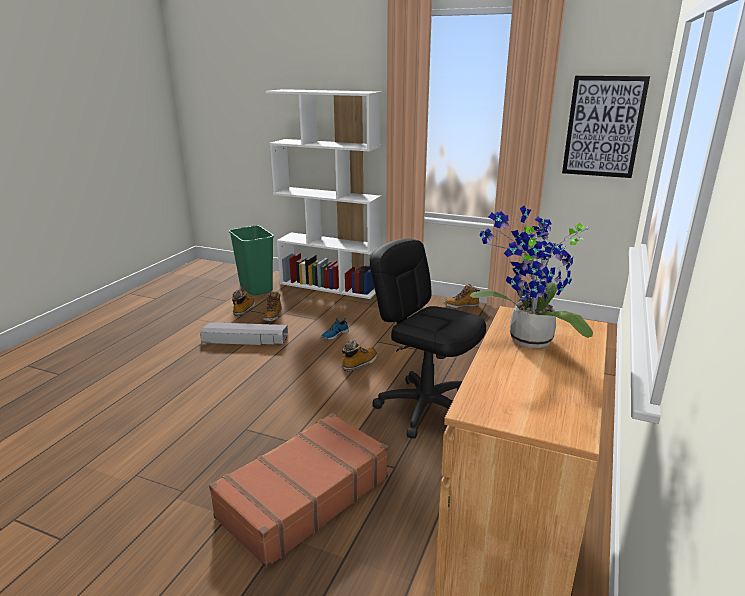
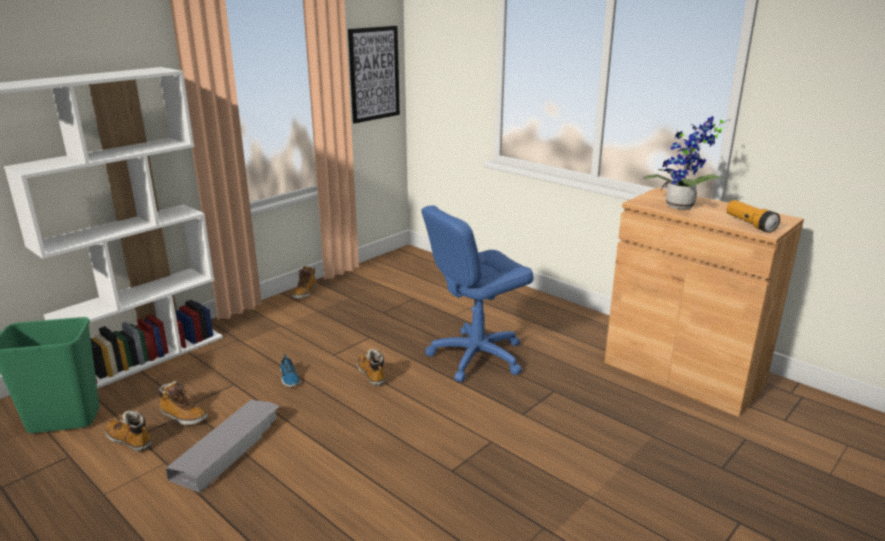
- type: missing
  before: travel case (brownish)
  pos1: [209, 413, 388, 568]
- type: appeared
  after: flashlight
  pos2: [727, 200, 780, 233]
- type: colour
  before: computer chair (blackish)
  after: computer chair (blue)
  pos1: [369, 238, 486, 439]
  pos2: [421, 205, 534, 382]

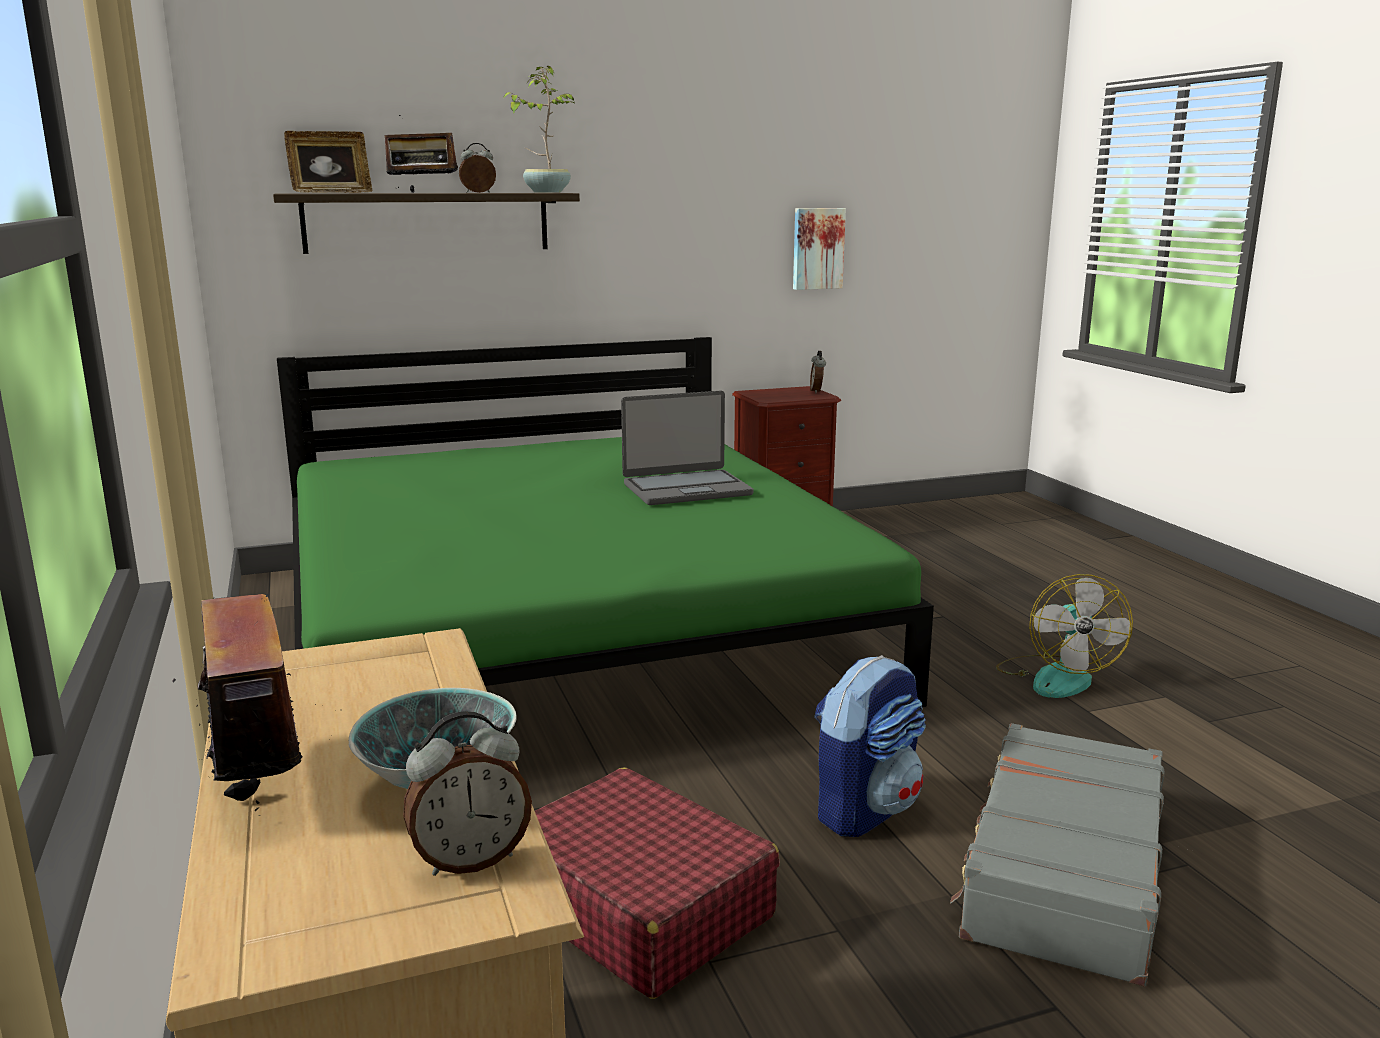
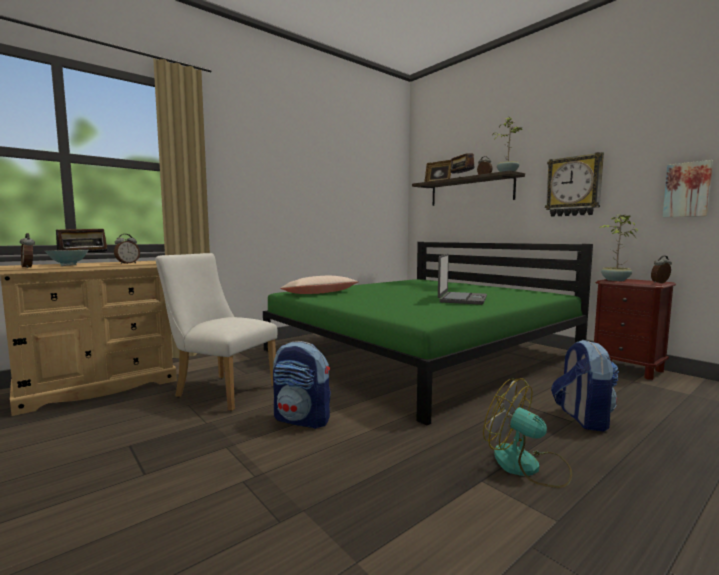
- type: missing
  before: travel case (greyish)
  pos1: [950, 723, 1164, 987]
- type: appeared
  after: table clock
  pos2: [114, 234, 140, 264]
- type: appeared
  after: throw pillow (beige)
  pos2: [280, 276, 359, 294]
- type: appeared
  after: clock on the wall
  pos2: [545, 152, 604, 217]
- type: appeared
  after: backpack
  pos2: [551, 339, 619, 431]
- type: appeared
  after: potted plant
  pos2: [599, 214, 638, 281]
- type: exchanged
  before: travel case (red)
  after: upright chair (white)
  pos1: [535, 767, 780, 999]
  pos2: [155, 253, 277, 411]
- type: spun
  before: portable computer
  pos1: [621, 391, 754, 505]
  pos2: [438, 254, 487, 305]
  turn: -120
- type: spun
  before: electric fan
  pos1: [996, 574, 1133, 698]
  pos2: [483, 378, 572, 488]
  turn: 60

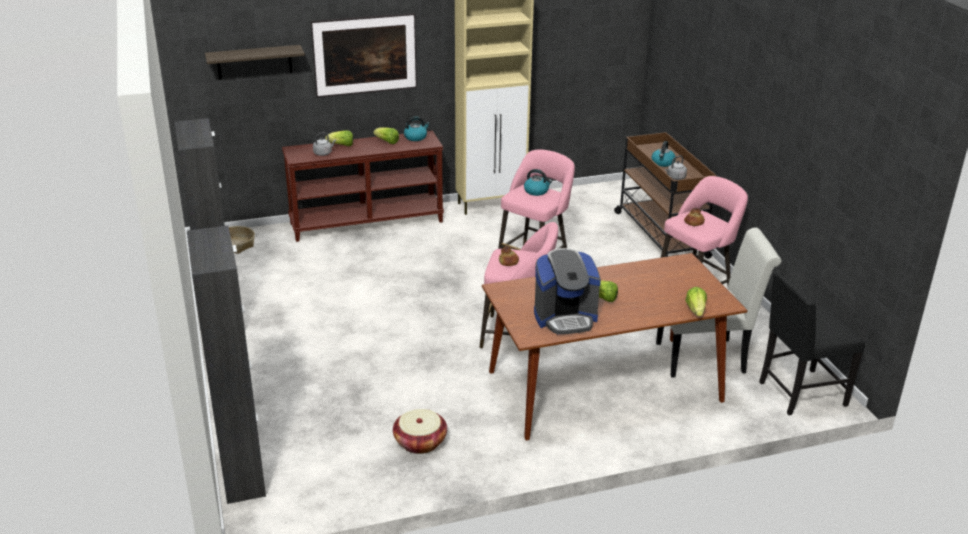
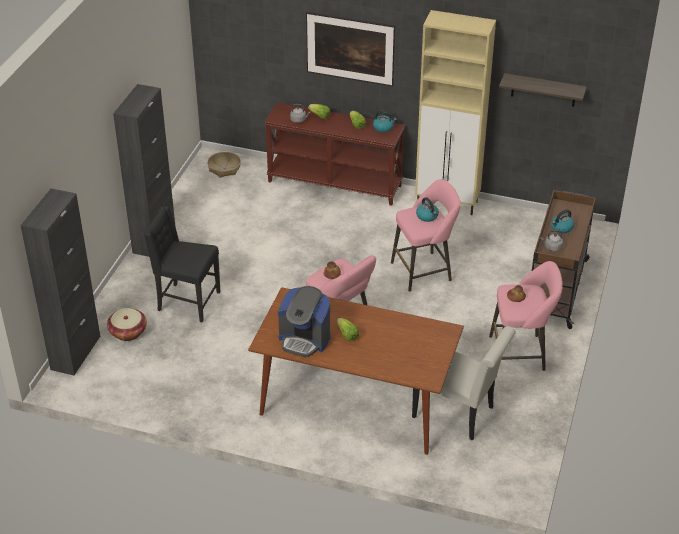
- type: missing
  before: lettuce
  pos1: [685, 287, 707, 316]
- type: relocated
  before: bracket shelf
  pos1: [205, 45, 305, 80]
  pos2: [499, 73, 587, 107]
- type: relocated
  before: household basket
  pos1: [393, 409, 447, 454]
  pos2: [107, 308, 147, 341]
- type: relocated
  before: upright chair (blackish)
  pos1: [759, 271, 865, 415]
  pos2: [144, 206, 220, 323]

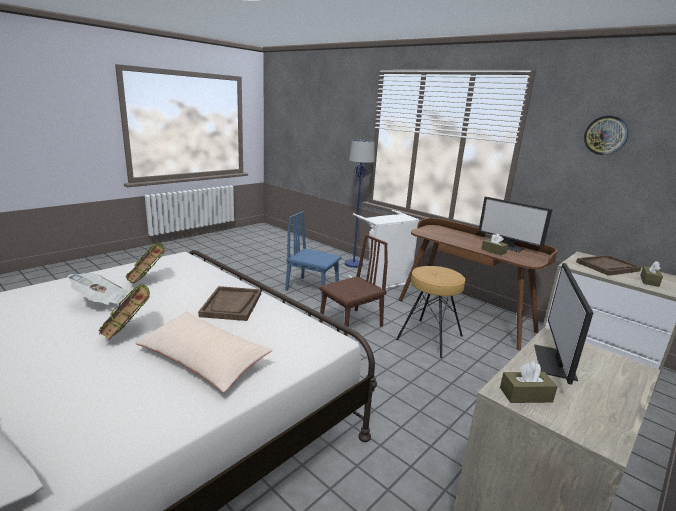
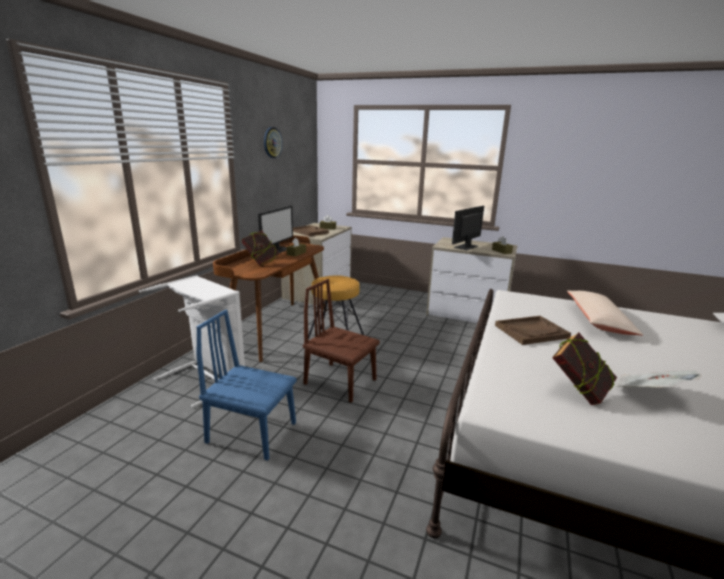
- type: missing
  before: standard lamp (blue)
  pos1: [345, 140, 375, 268]
- type: relocated
  before: book
  pos1: [99, 284, 150, 340]
  pos2: [242, 230, 280, 266]
- type: spun
  before: upright chair (blue)
  pos1: [285, 211, 342, 293]
  pos2: [196, 309, 297, 461]
  turn: 105
- type: spun
  before: monitor
  pos1: [534, 263, 593, 385]
  pos2: [452, 206, 484, 250]
  turn: 135

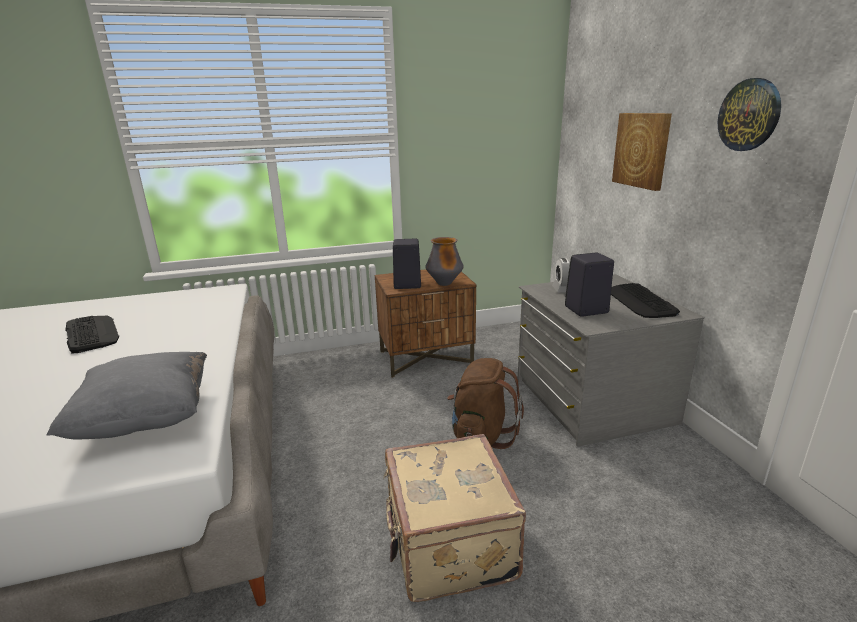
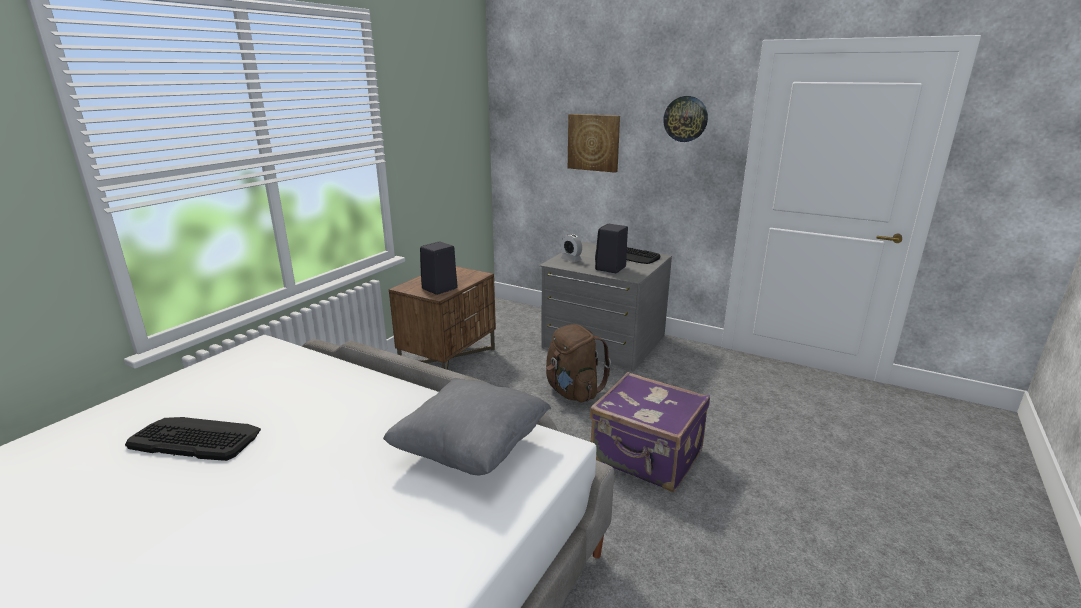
- type: missing
  before: vase
  pos1: [425, 237, 464, 286]
- type: colour
  before: travel case (beige)
  after: travel case (purple)
  pos1: [383, 434, 526, 602]
  pos2: [590, 372, 710, 492]

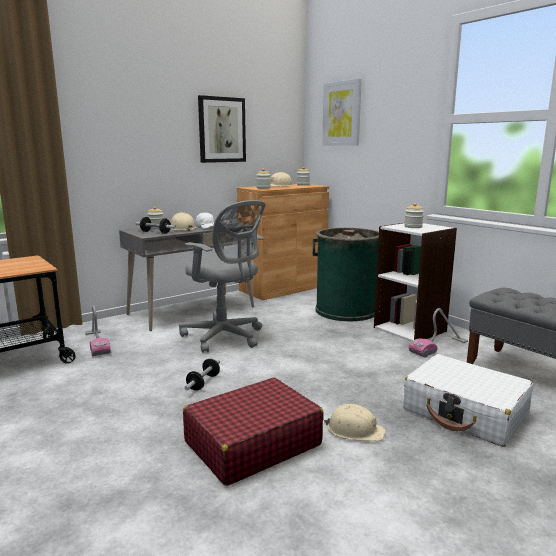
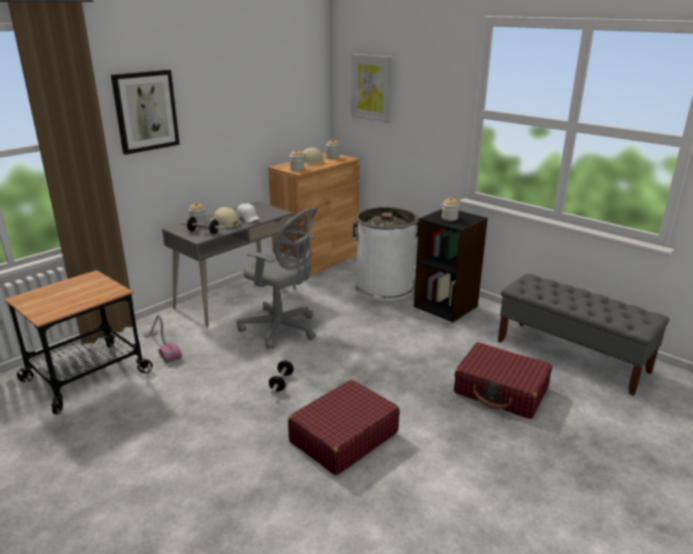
- type: missing
  before: hard hat (beige)
  pos1: [324, 404, 386, 441]
- type: missing
  before: vacuum
  pos1: [409, 308, 468, 358]
- type: relocated
  before: wall picture
  pos1: [198, 95, 246, 163]
  pos2: [111, 70, 180, 155]
- type: colour
  before: trash can (green-coloured)
  after: trash can (white)
  pos1: [313, 228, 379, 321]
  pos2: [352, 207, 419, 301]
- type: colour
  before: bookcase (white)
  after: bookcase (blackish)
  pos1: [374, 223, 457, 342]
  pos2: [414, 209, 488, 322]
- type: colour
  before: travel case (white)
  after: travel case (red)
  pos1: [403, 354, 533, 447]
  pos2: [454, 342, 552, 419]

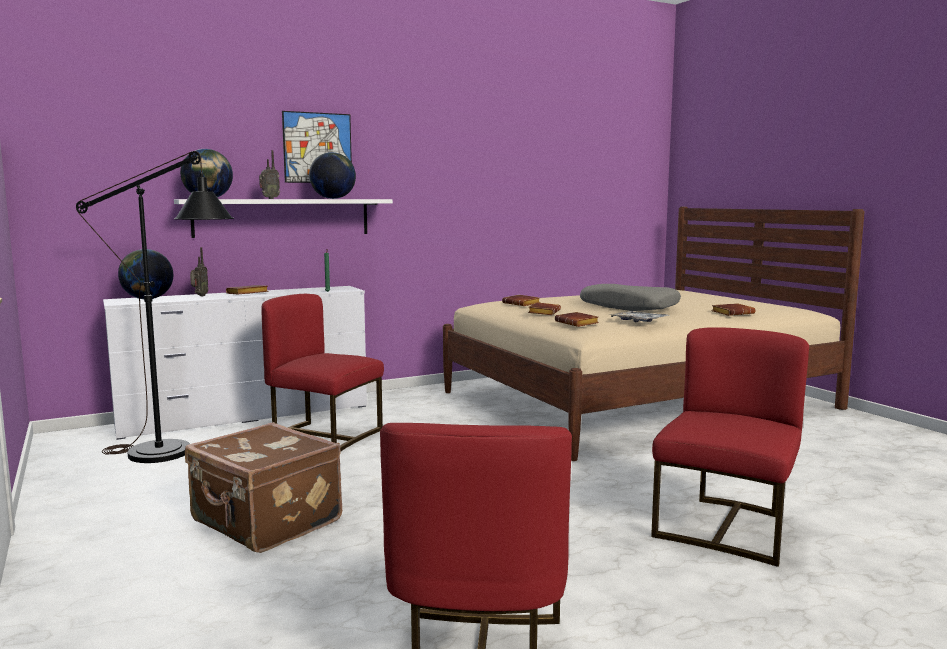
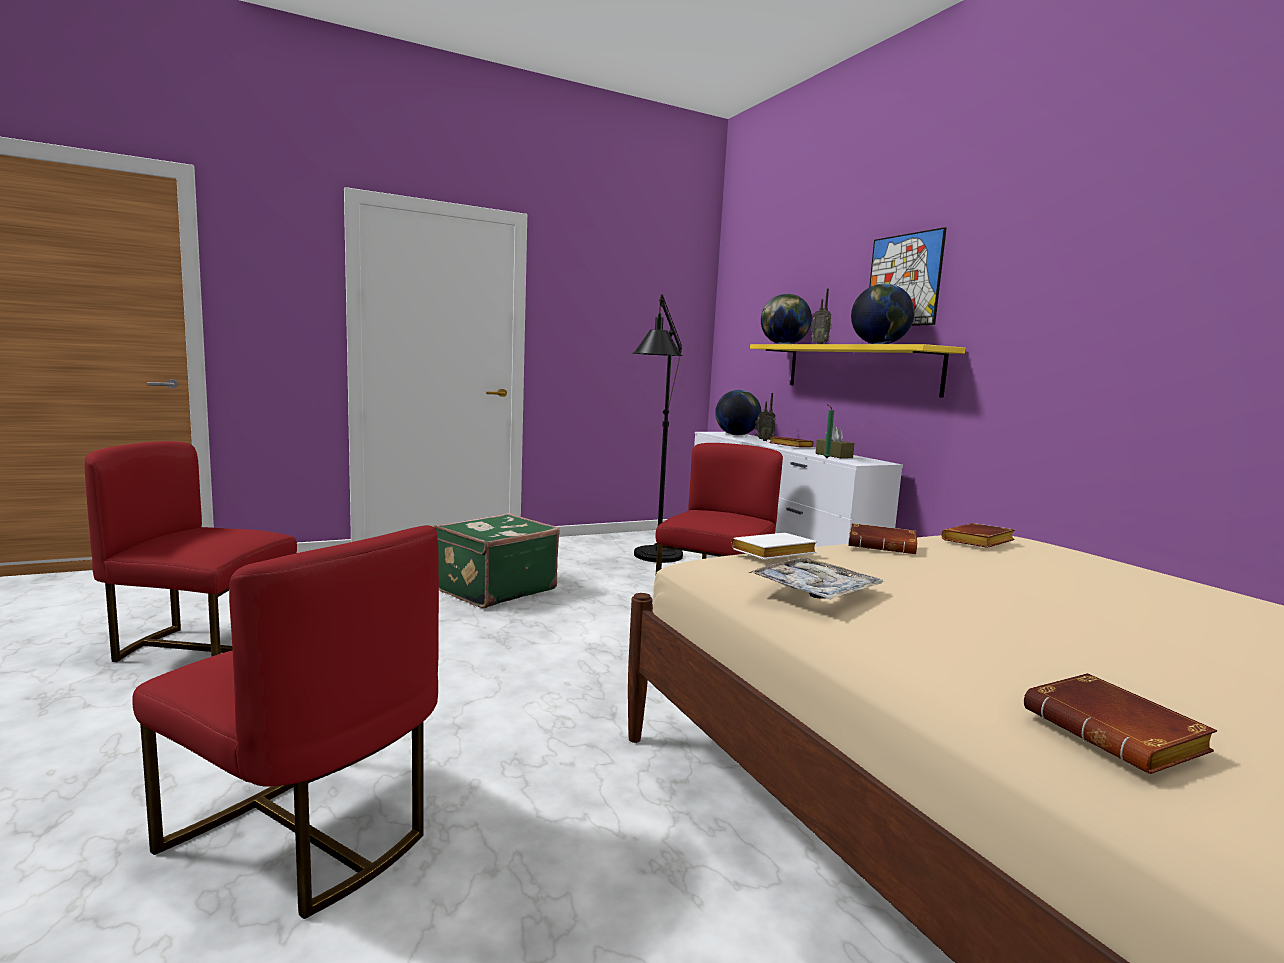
- type: missing
  before: throw pillow (greyish)
  pos1: [580, 284, 681, 311]
- type: appeared
  after: box of tissues (brownish)
  pos2: [815, 427, 855, 458]
- type: colour
  before: bracket shelf (white)
  after: bracket shelf (yellowish)
  pos1: [174, 199, 393, 238]
  pos2: [750, 344, 965, 398]
- type: colour
  before: travel case (brownish)
  after: travel case (green-coloured)
  pos1: [185, 422, 342, 553]
  pos2: [433, 513, 560, 608]
- type: colour
  before: book (brownish)
  after: book (white)
  pos1: [555, 312, 599, 327]
  pos2: [732, 533, 817, 559]

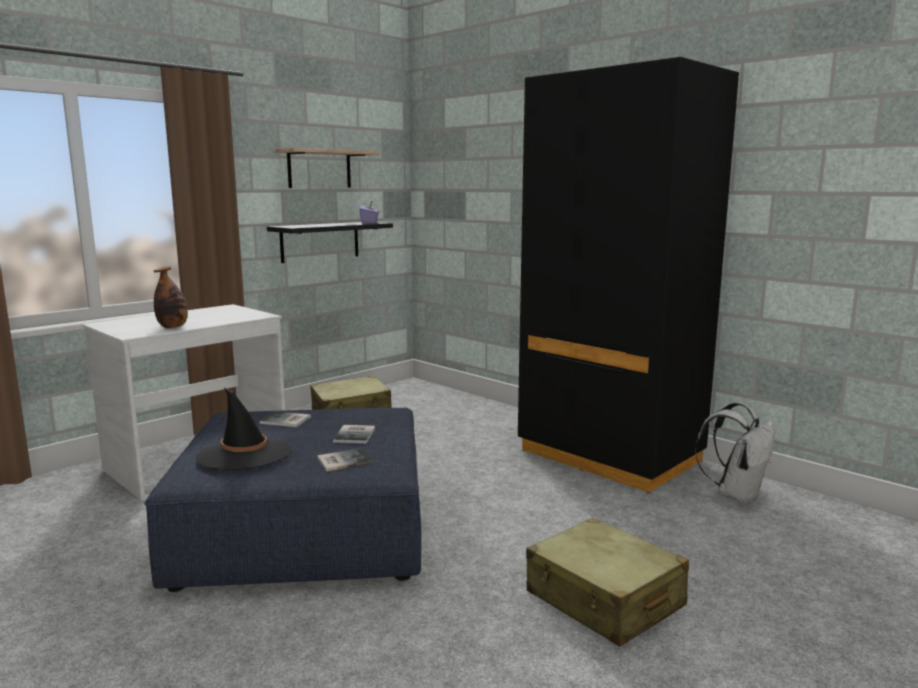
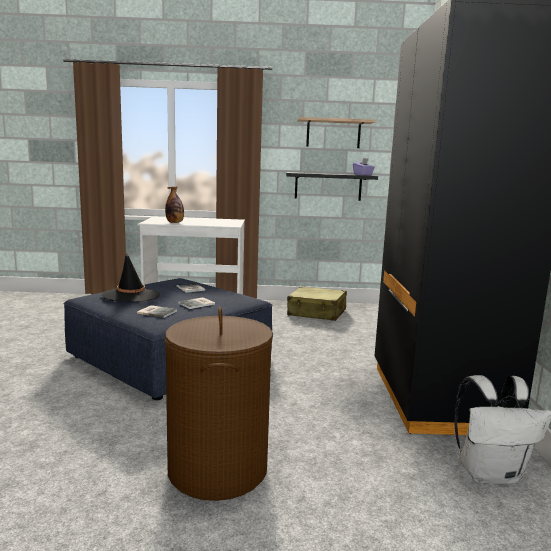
- type: exchanged
  before: travel case (beige)
  after: hamper (brownish)
  pos1: [526, 518, 689, 647]
  pos2: [165, 306, 273, 501]

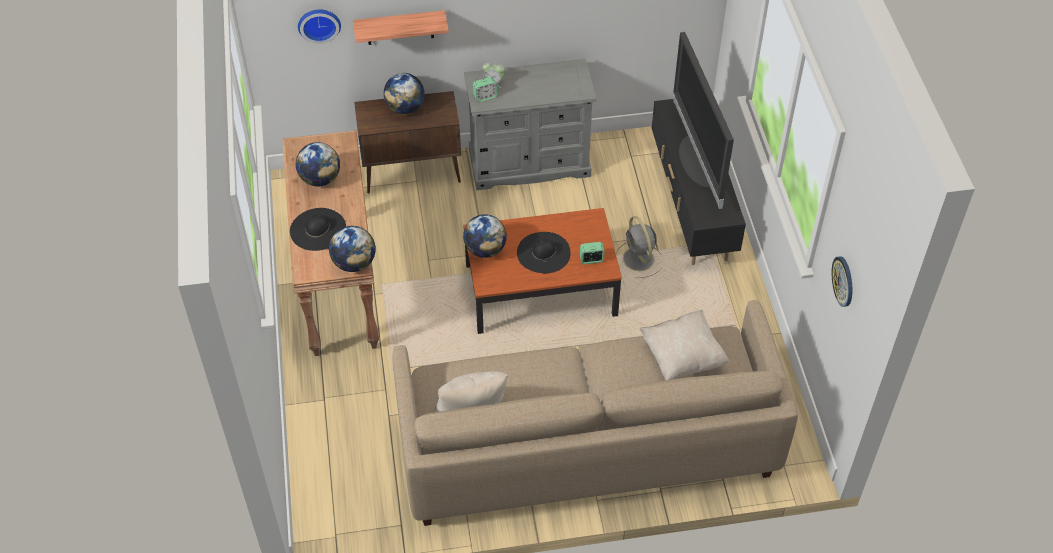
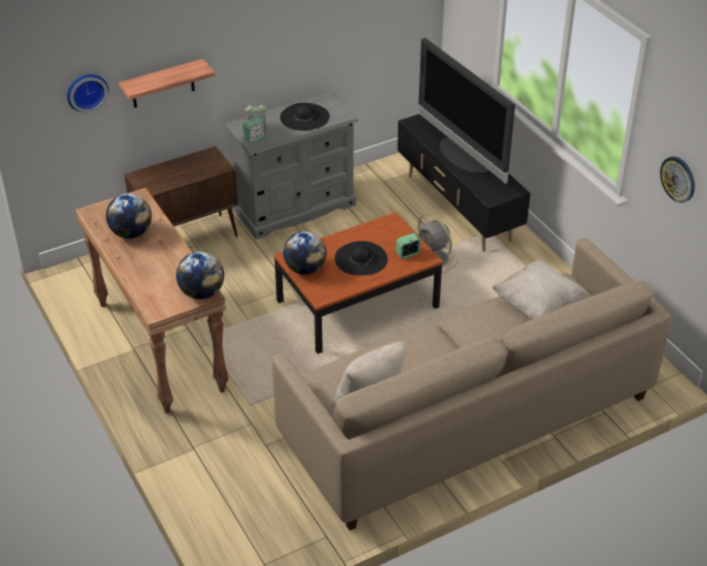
- type: missing
  before: desk globe
  pos1: [383, 73, 425, 114]
- type: relocated
  before: clothing hat (blackish)
  pos1: [290, 208, 346, 251]
  pos2: [280, 103, 330, 131]

